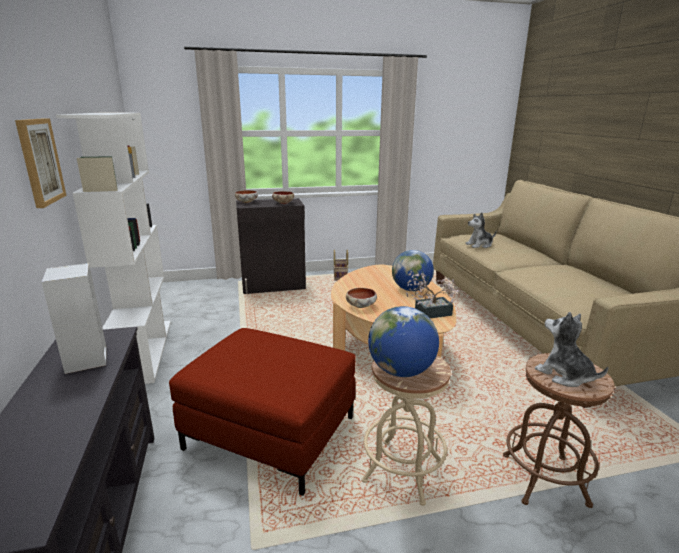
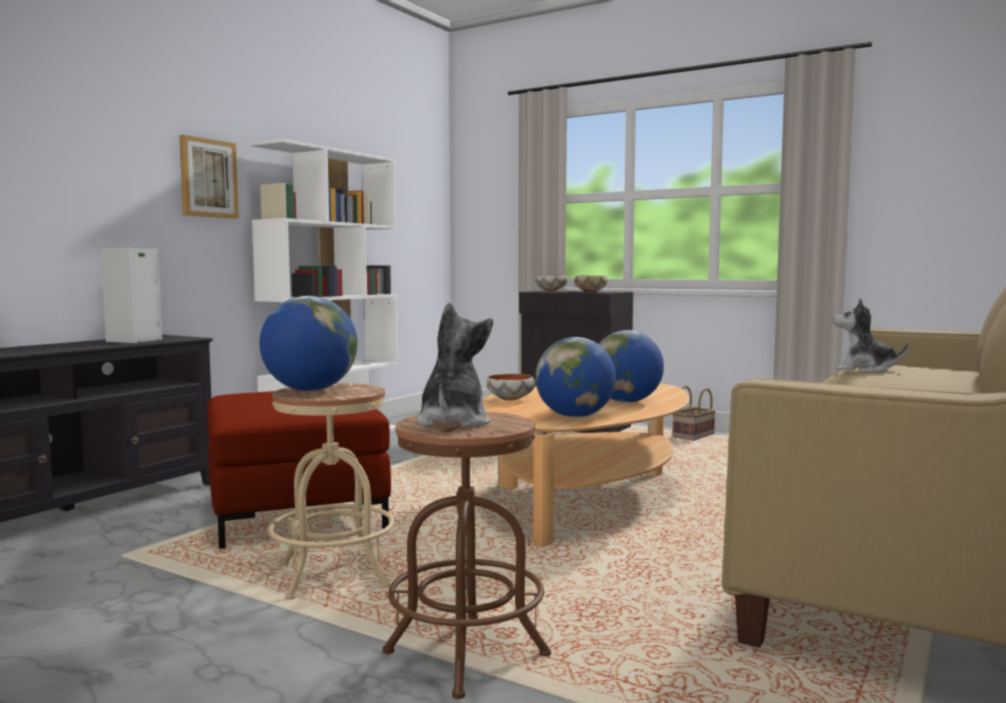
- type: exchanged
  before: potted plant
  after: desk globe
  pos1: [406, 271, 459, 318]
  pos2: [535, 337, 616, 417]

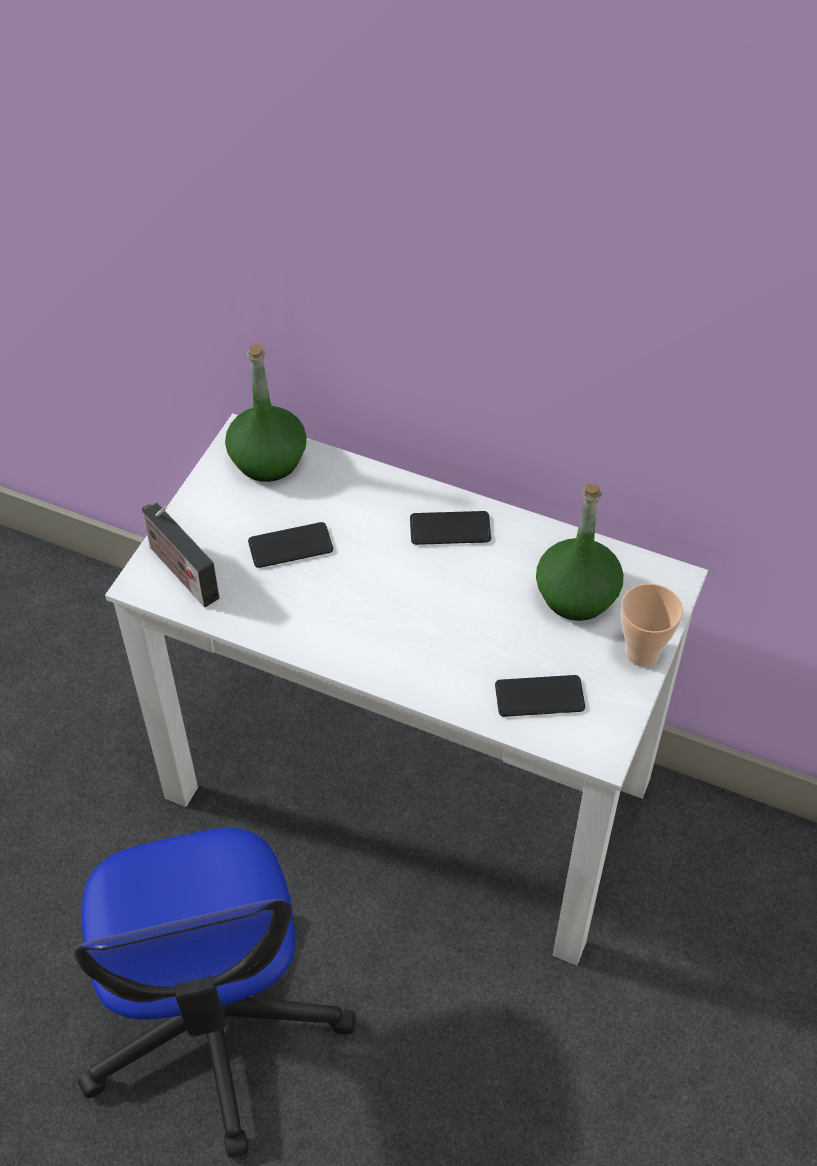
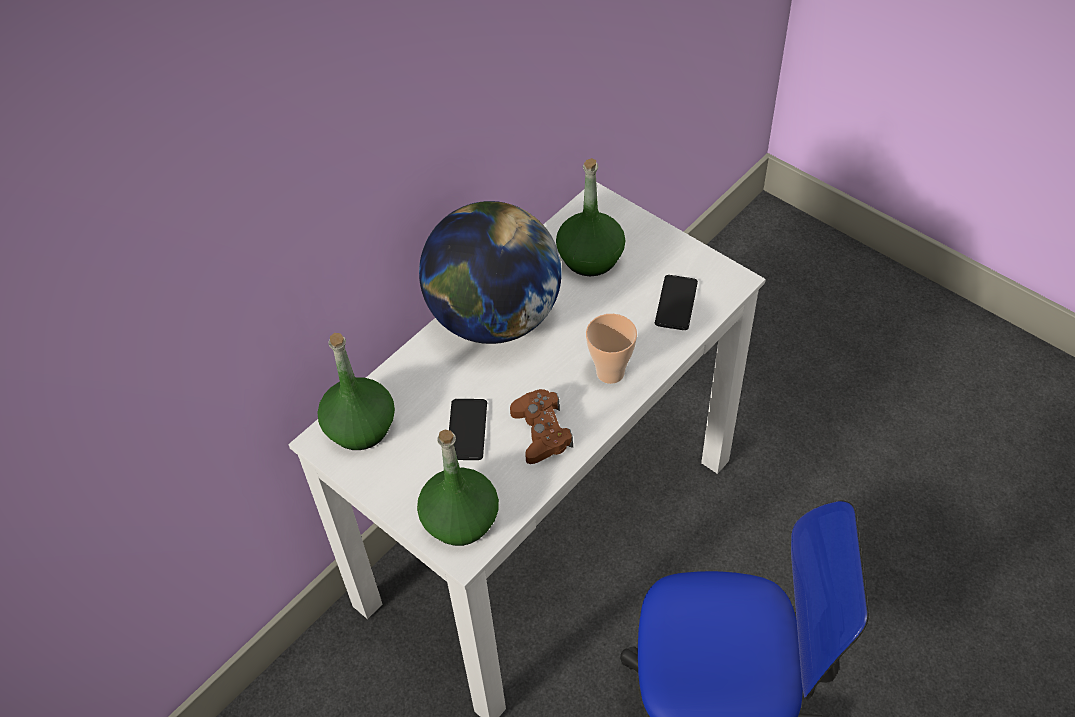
- type: appeared
  after: game controller (brownish)
  pos2: [510, 389, 573, 464]
- type: relocated
  before: small cup
  pos1: [621, 584, 683, 667]
  pos2: [586, 314, 637, 384]
- type: exchanged
  before: radio
  after: beverage bottle (green-coloured)
  pos1: [142, 503, 219, 607]
  pos2: [417, 429, 499, 546]
- type: exchanged
  before: phone
  after: desk globe
  pos1: [410, 511, 491, 545]
  pos2: [419, 201, 562, 344]

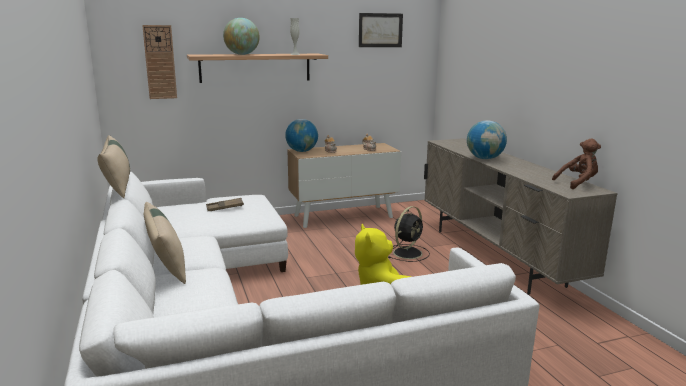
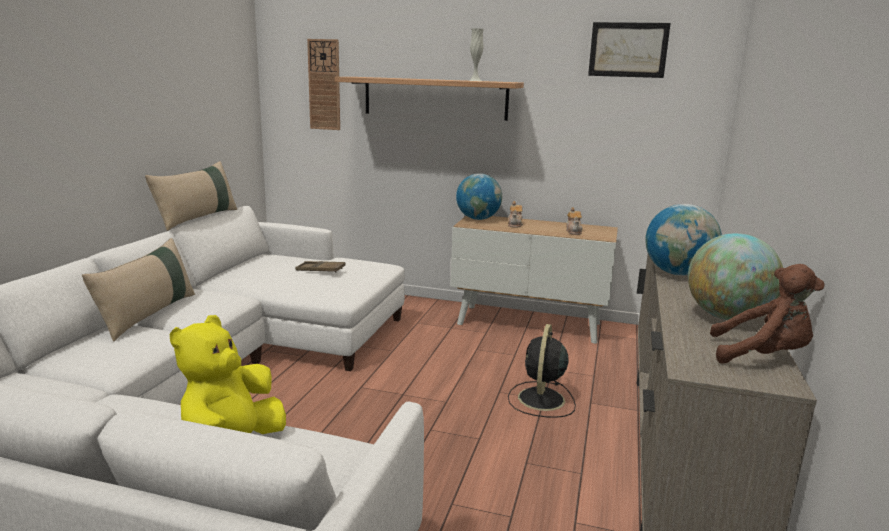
- type: relocated
  before: desk globe
  pos1: [223, 18, 260, 55]
  pos2: [688, 233, 783, 320]
- type: spun
  before: electric fan (blackish)
  pos1: [388, 206, 430, 262]
  pos2: [508, 324, 576, 418]
  turn: 120

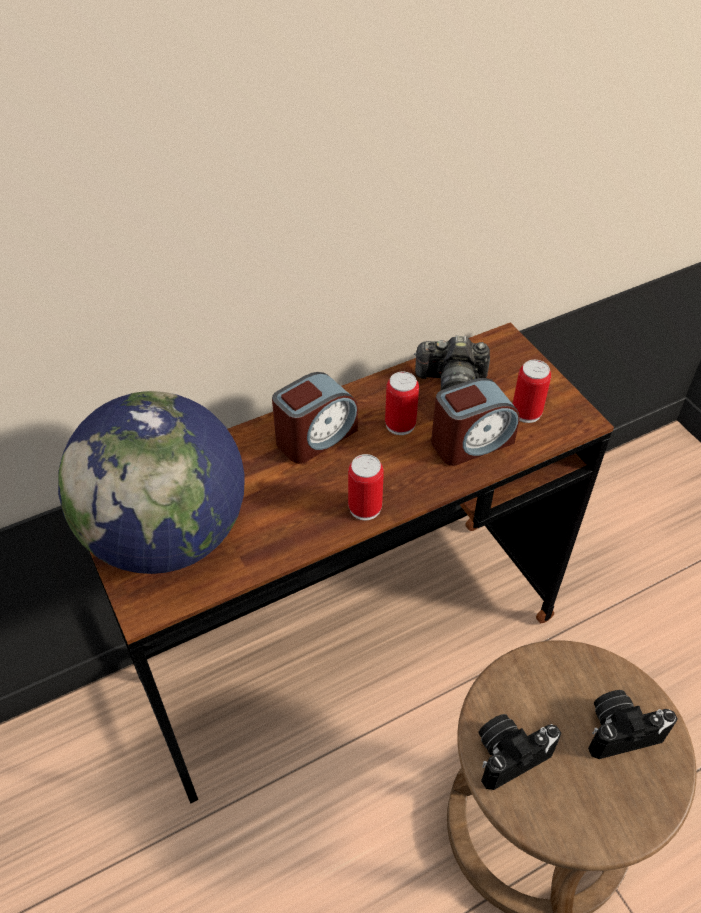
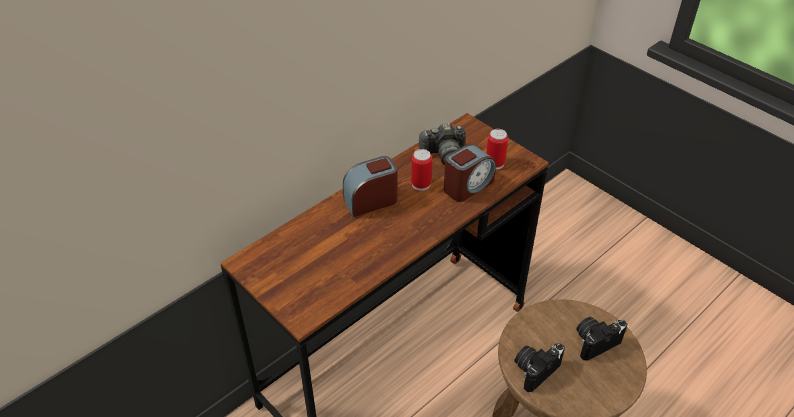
- type: missing
  before: desk globe
  pos1: [58, 391, 245, 574]
- type: missing
  before: metal can
  pos1: [348, 454, 384, 520]
- type: spun
  before: table clock
  pos1: [272, 372, 358, 464]
  pos2: [343, 156, 397, 217]
  turn: -150

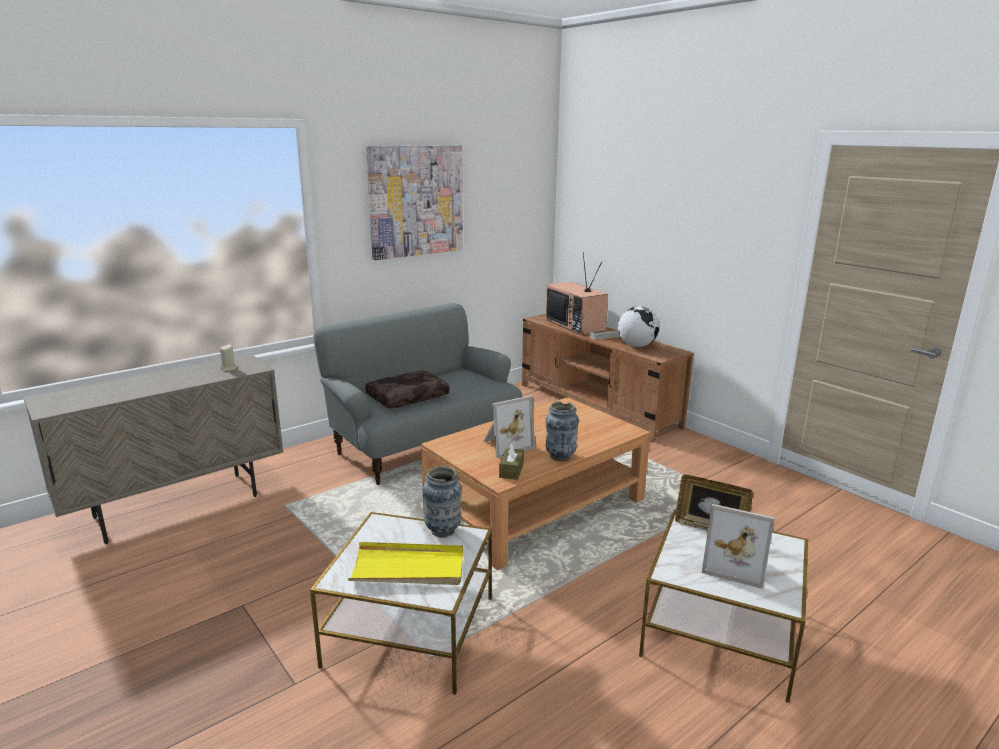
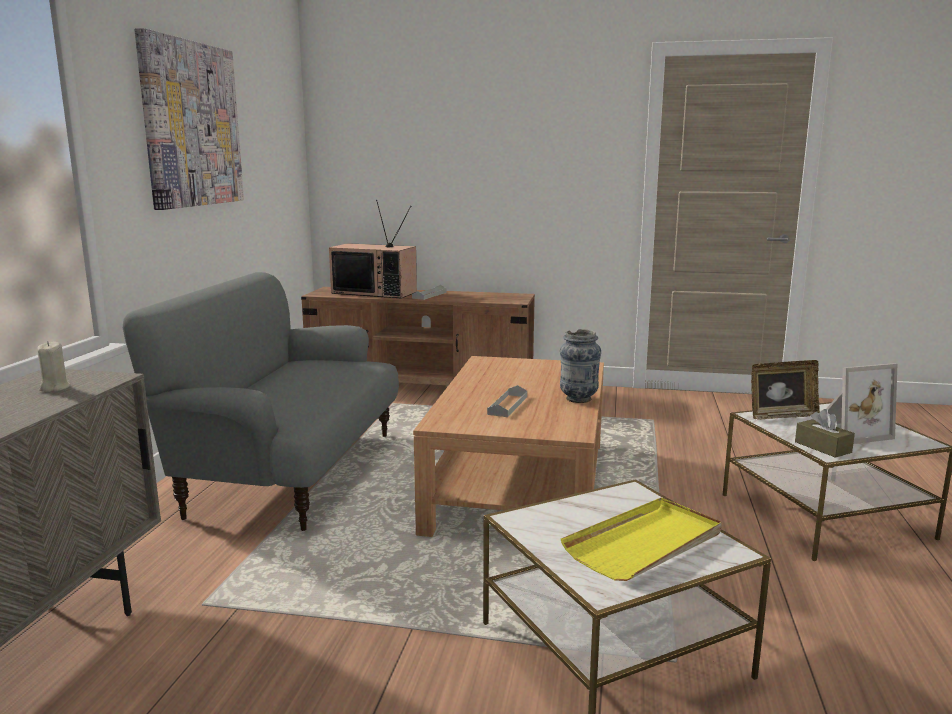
- type: missing
  before: throw pillow (brownish)
  pos1: [366, 371, 449, 409]
- type: missing
  before: vase
  pos1: [422, 467, 462, 537]
- type: missing
  before: desk globe
  pos1: [618, 306, 659, 347]
- type: relocated
  before: box of tissues (brownish)
  pos1: [499, 443, 524, 480]
  pos2: [795, 409, 855, 458]
- type: exchanged
  before: picture frame
  after: carrying tray (greyish)
  pos1: [483, 395, 535, 458]
  pos2: [487, 385, 527, 417]

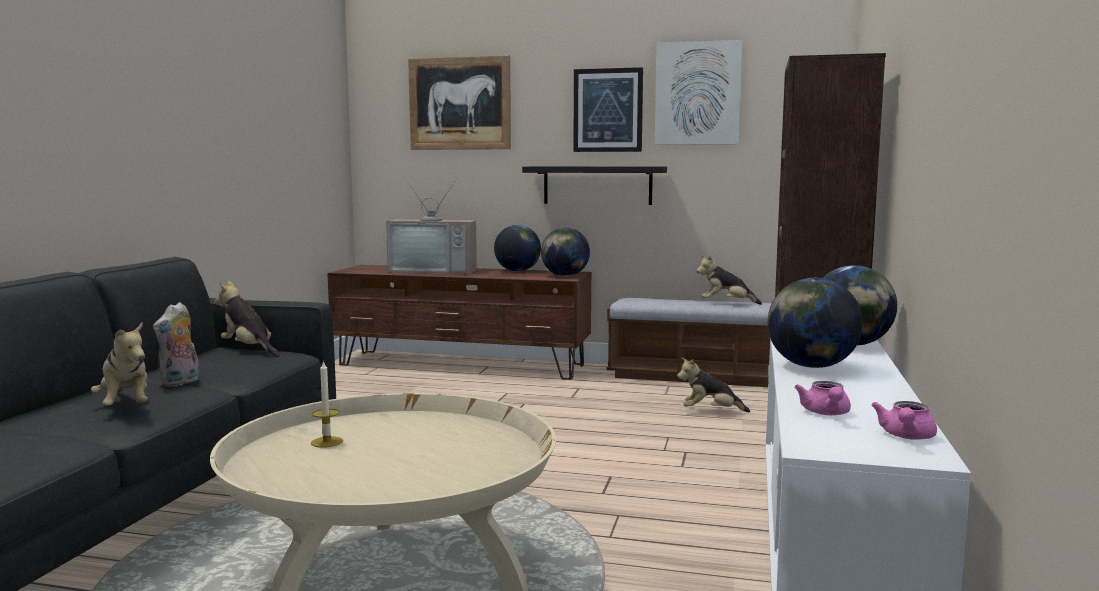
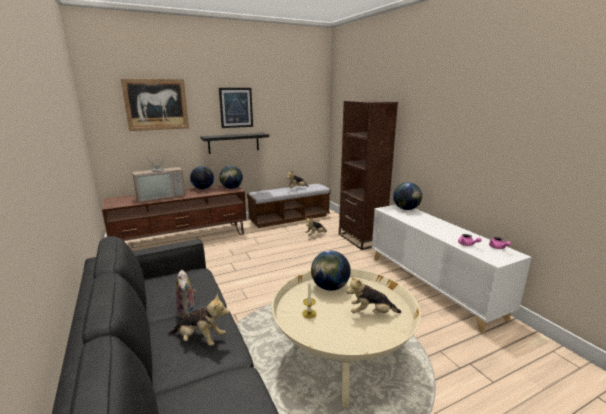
- type: missing
  before: wall picture
  pos1: [655, 40, 743, 145]
- type: relocated
  before: soft toy
  pos1: [215, 281, 279, 356]
  pos2: [347, 276, 401, 313]
- type: relocated
  before: desk globe
  pos1: [767, 278, 863, 368]
  pos2: [311, 251, 351, 291]

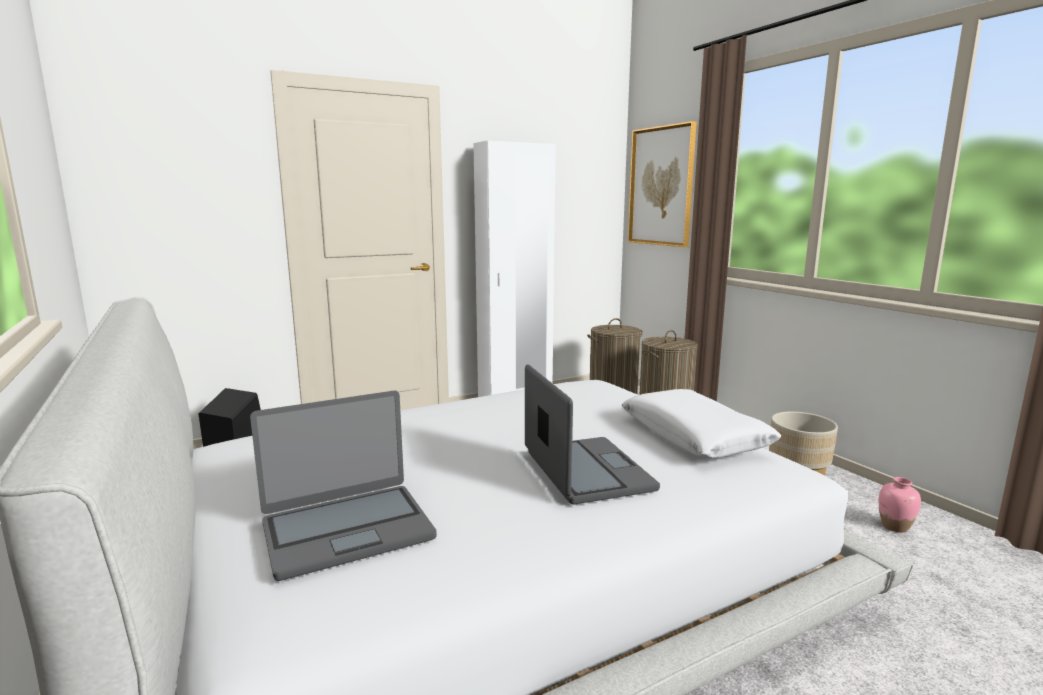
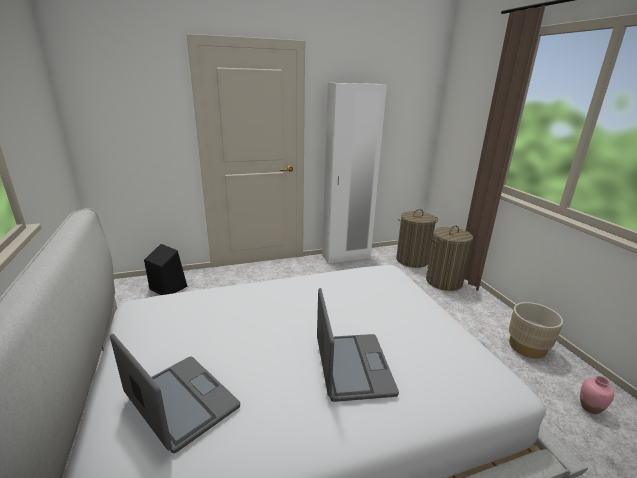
- type: missing
  before: throw pillow (white)
  pos1: [622, 389, 781, 458]
- type: missing
  before: wall picture
  pos1: [628, 121, 697, 247]
- type: spun
  before: portable computer
  pos1: [250, 391, 437, 581]
  pos2: [110, 333, 240, 453]
  turn: -120

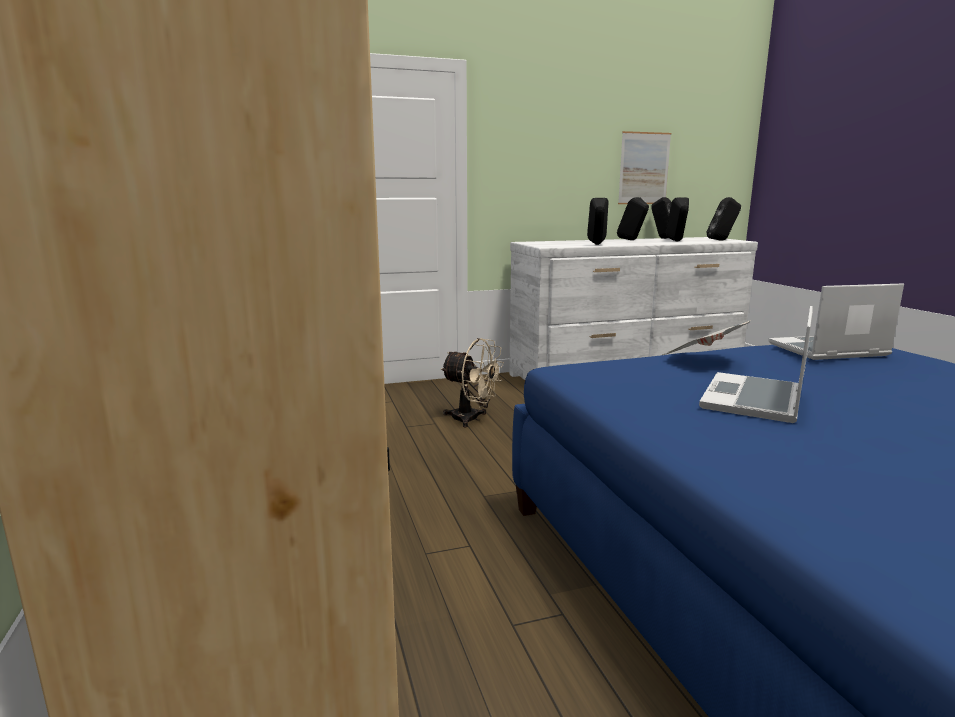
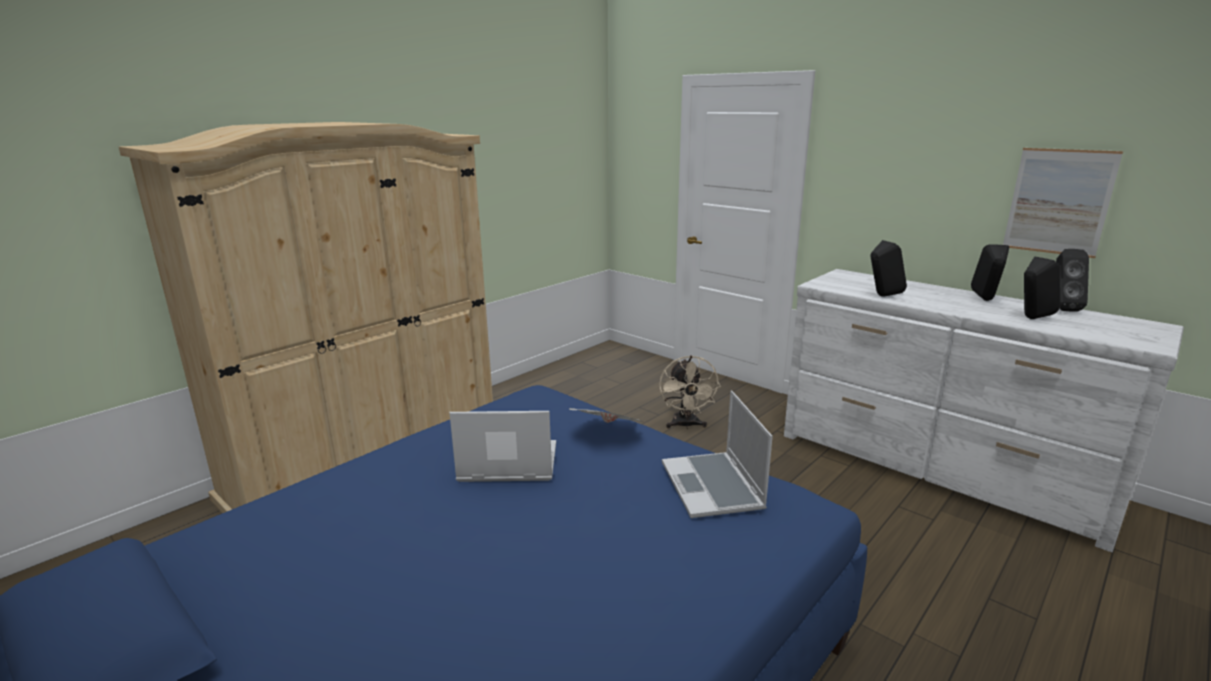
- type: missing
  before: loudspeaker (blackish)
  pos1: [707, 197, 741, 241]
- type: spun
  before: portable computer
  pos1: [768, 283, 904, 360]
  pos2: [662, 391, 773, 518]
  turn: -150

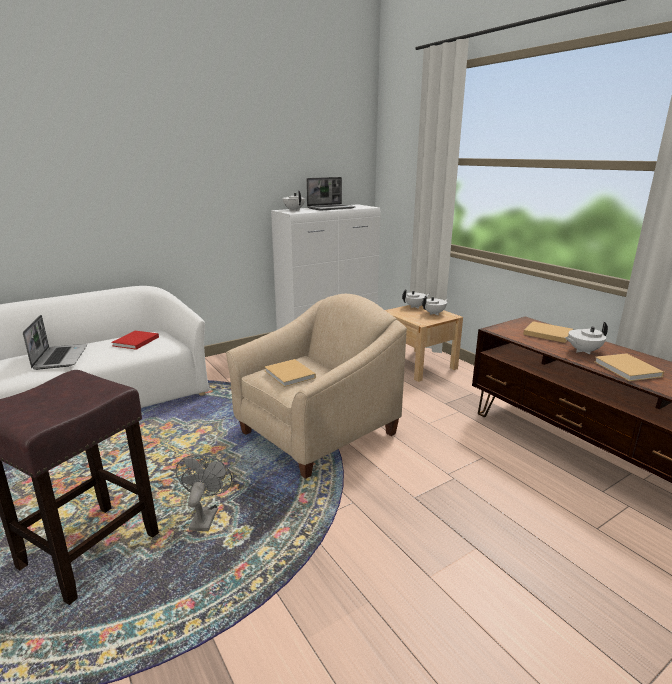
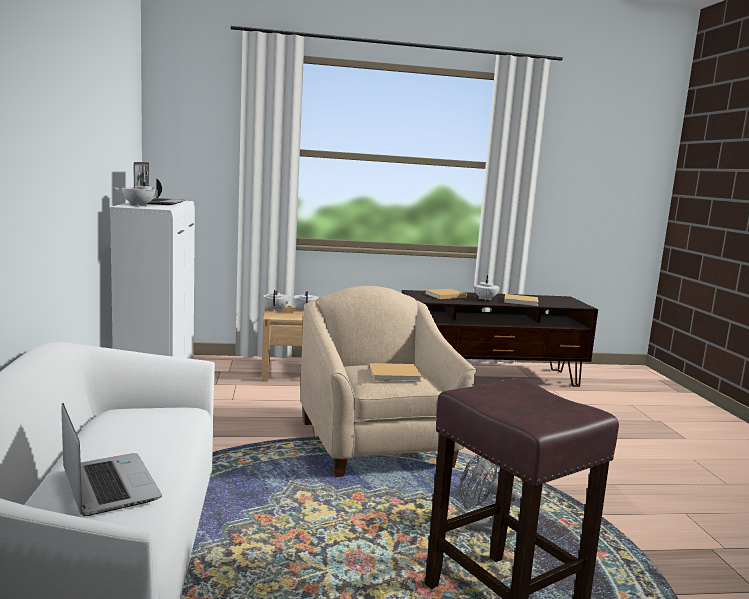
- type: missing
  before: book (red)
  pos1: [111, 331, 159, 350]
- type: spun
  before: portable computer
  pos1: [23, 315, 87, 370]
  pos2: [61, 403, 162, 516]
  turn: 45

